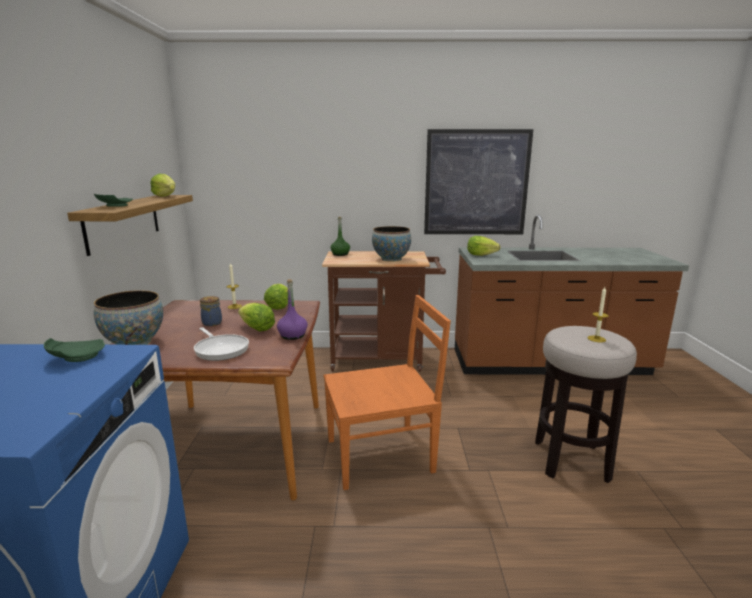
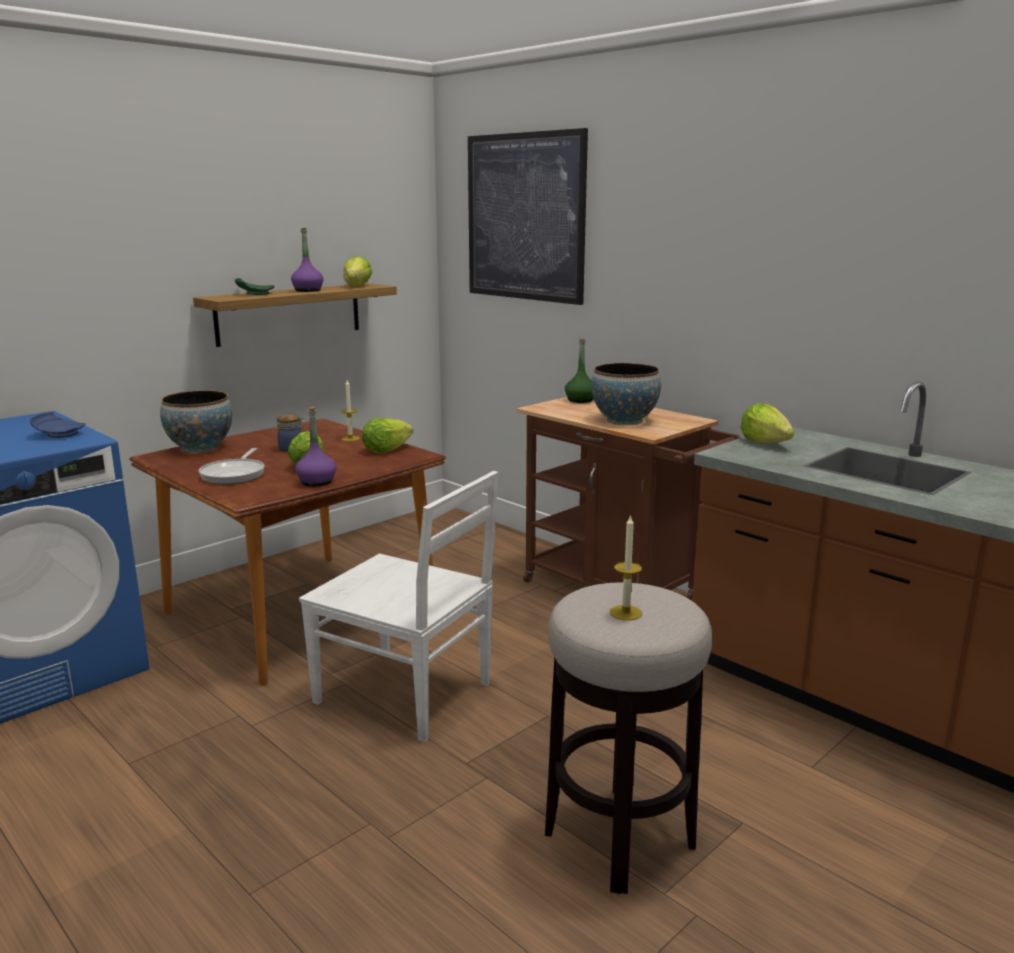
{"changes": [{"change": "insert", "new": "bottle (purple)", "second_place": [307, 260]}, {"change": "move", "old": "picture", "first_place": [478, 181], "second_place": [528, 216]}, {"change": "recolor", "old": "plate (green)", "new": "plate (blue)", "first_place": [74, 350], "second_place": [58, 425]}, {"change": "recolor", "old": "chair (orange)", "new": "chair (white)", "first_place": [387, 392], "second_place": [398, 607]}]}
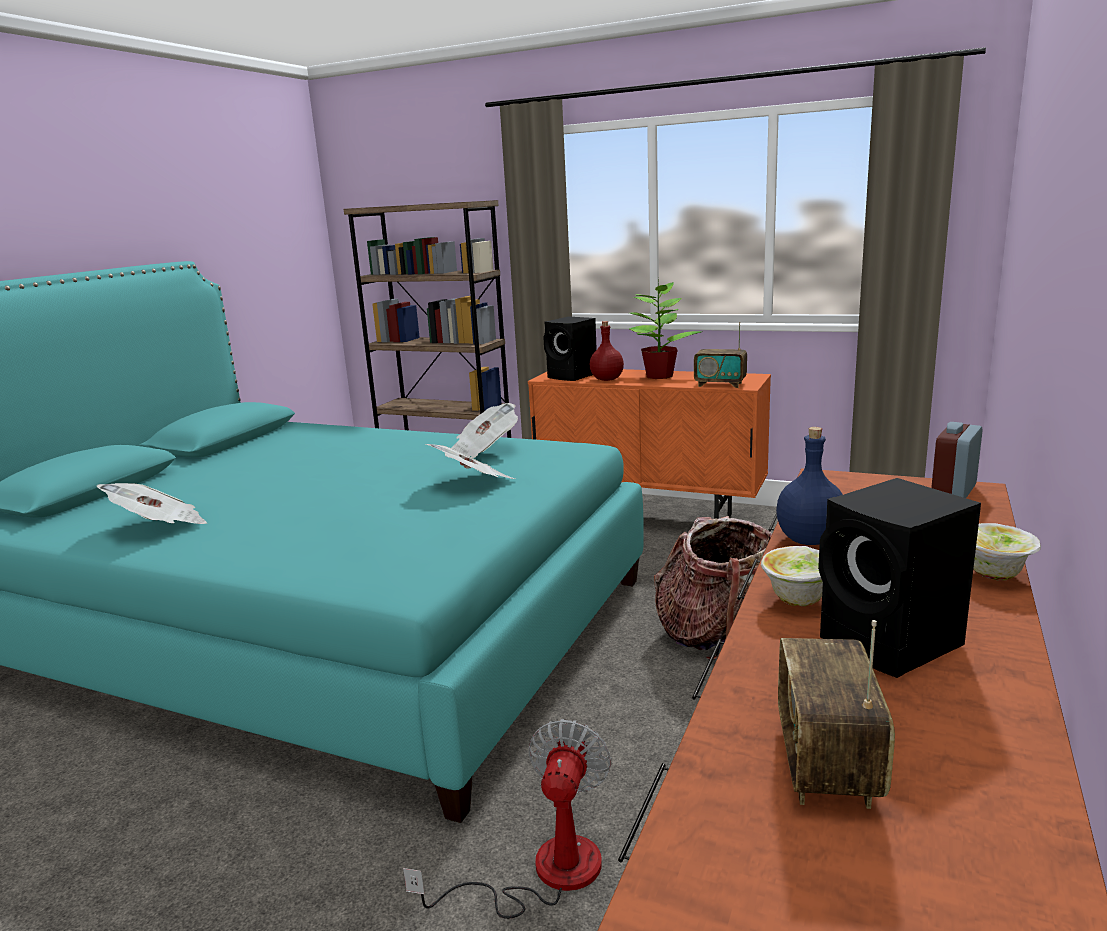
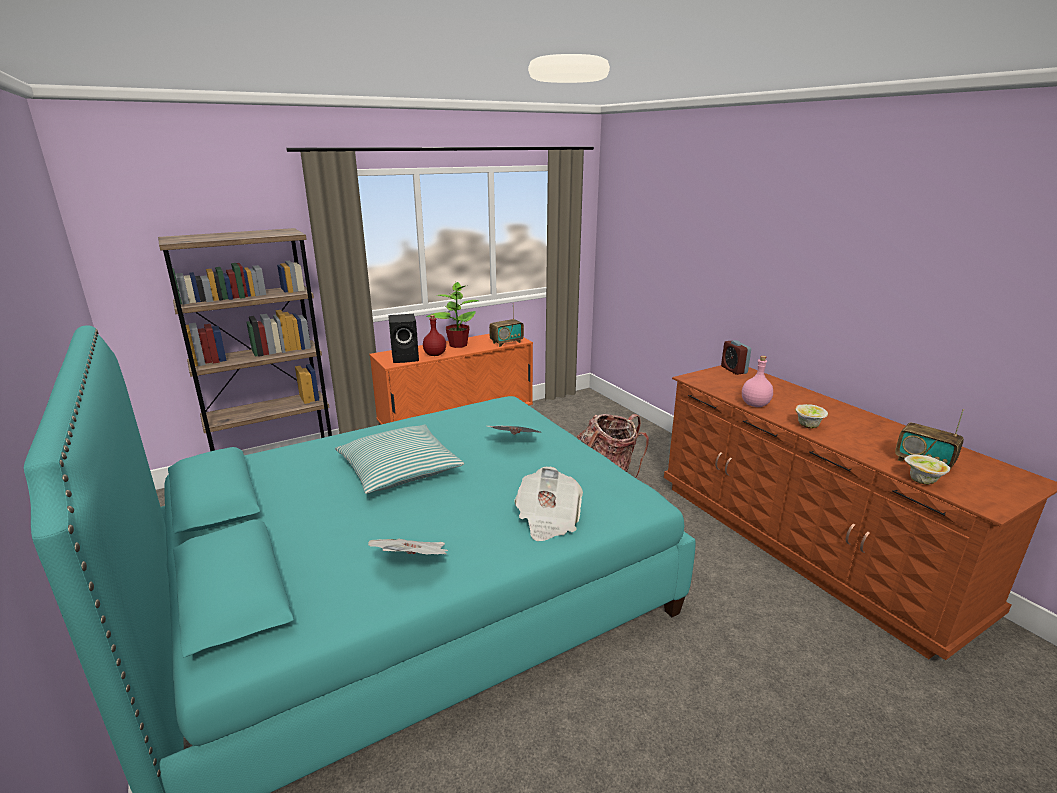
{"changes": [{"change": "delete", "old": "fan", "first_place": [507, 819]}, {"change": "delete", "old": "speaker (black)", "first_place": [899, 578]}, {"change": "insert", "new": "pillow", "second_place": [399, 459]}, {"change": "move", "old": "newspaper", "first_place": [481, 430], "second_place": [548, 504]}, {"change": "move", "old": "bowl", "first_place": [1007, 552], "second_place": [927, 469]}, {"change": "recolor", "old": "bottle (blue)", "new": "bottle (pink)", "first_place": [809, 486], "second_place": [757, 381]}]}
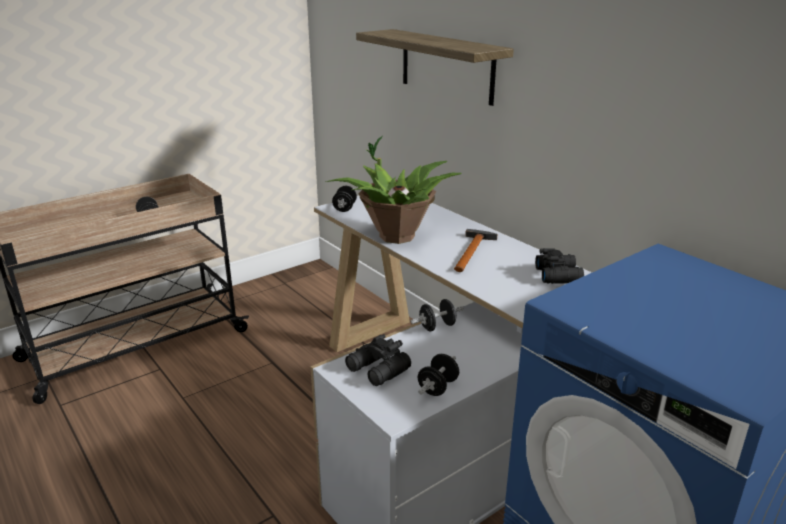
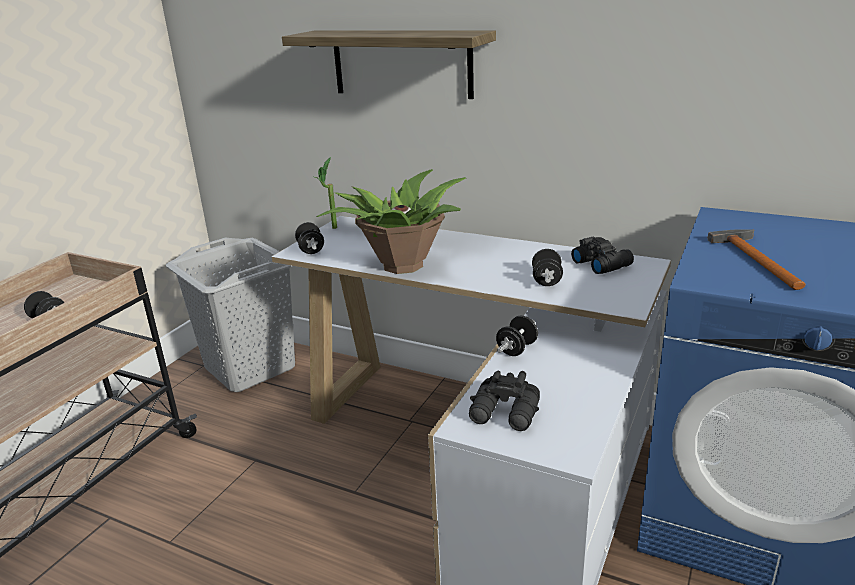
{"changes": [{"change": "insert", "new": "laundry basket (grey)", "second_place": [230, 315]}, {"change": "move", "old": "dumbbell (black)", "first_place": [438, 375], "second_place": [547, 267]}, {"change": "move", "old": "hammer", "first_place": [475, 250], "second_place": [757, 259]}]}
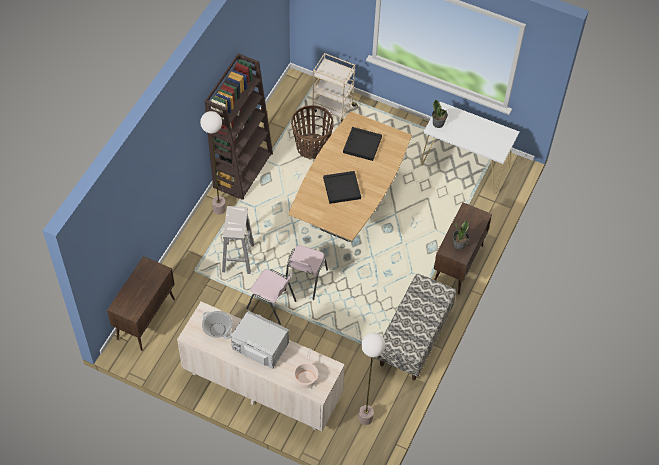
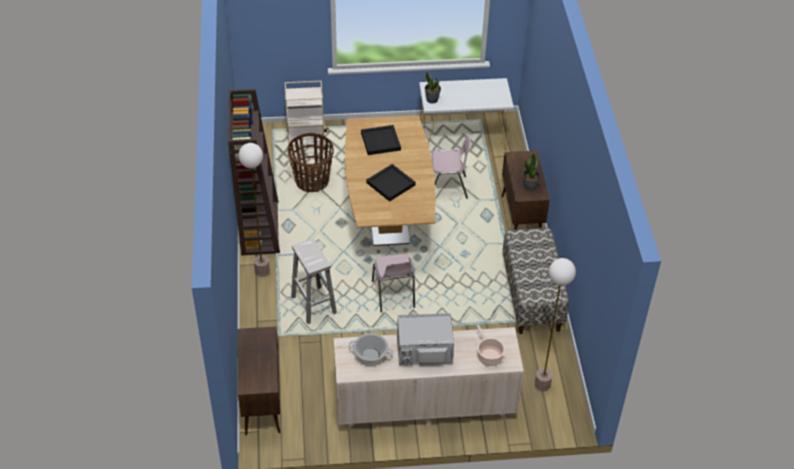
{"changes": [{"change": "move", "old": "chair (pink)", "first_place": [271, 297], "second_place": [451, 167]}]}
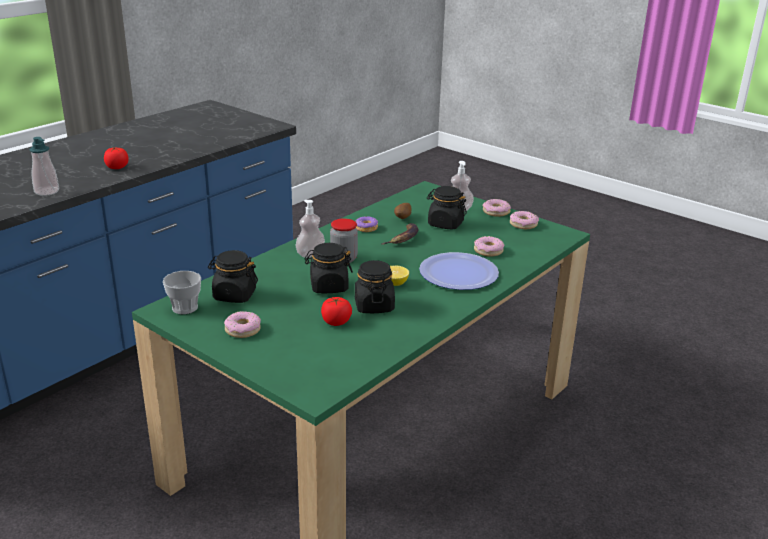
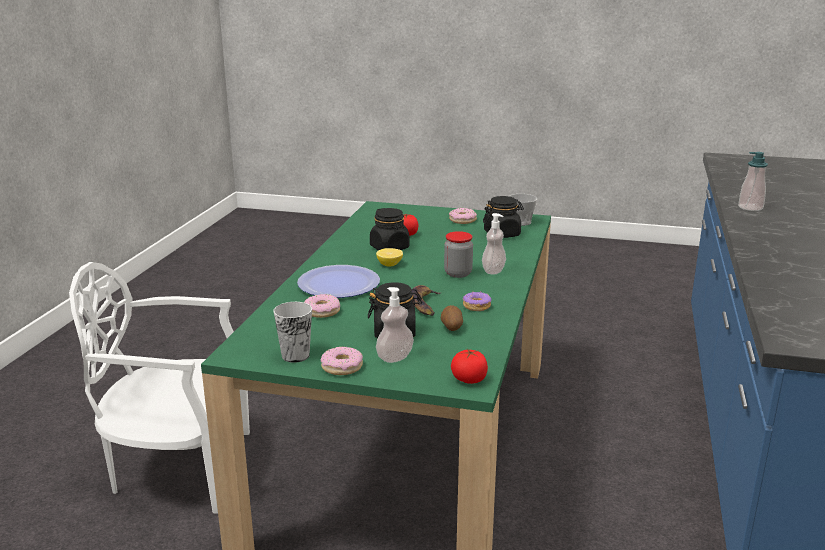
{"changes": [{"change": "delete", "old": "jar (black)", "first_place": [329, 268]}, {"change": "insert", "new": "chair (white)", "second_place": [159, 387]}, {"change": "move", "old": "tomato", "first_place": [116, 158], "second_place": [469, 366]}, {"change": "replace", "old": "donut", "new": "cup", "first_place": [524, 220], "second_place": [292, 332]}]}
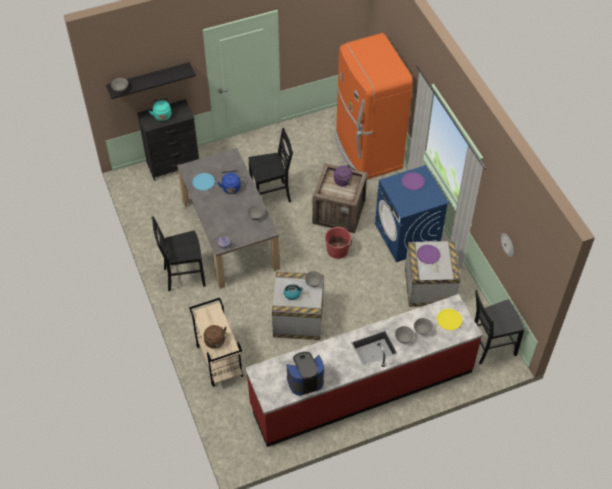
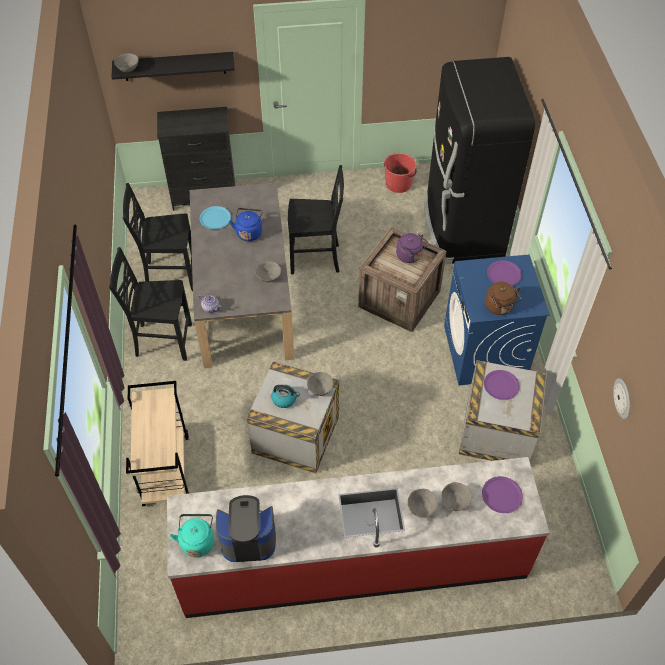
{"changes": [{"change": "move", "old": "kettle (turquoise)", "first_place": [160, 109], "second_place": [192, 535]}, {"change": "move", "old": "kettle (brown)", "first_place": [216, 337], "second_place": [503, 298]}, {"change": "move", "old": "bucket (red)", "first_place": [338, 243], "second_place": [400, 173]}, {"change": "move", "old": "chair (black)", "first_place": [500, 327], "second_place": [158, 237]}, {"change": "recolor", "old": "fridge (orange)", "new": "fridge (black)", "first_place": [373, 106], "second_place": [479, 160]}, {"change": "recolor", "old": "plate (yellow)", "new": "plate (purple)", "first_place": [449, 319], "second_place": [502, 494]}]}
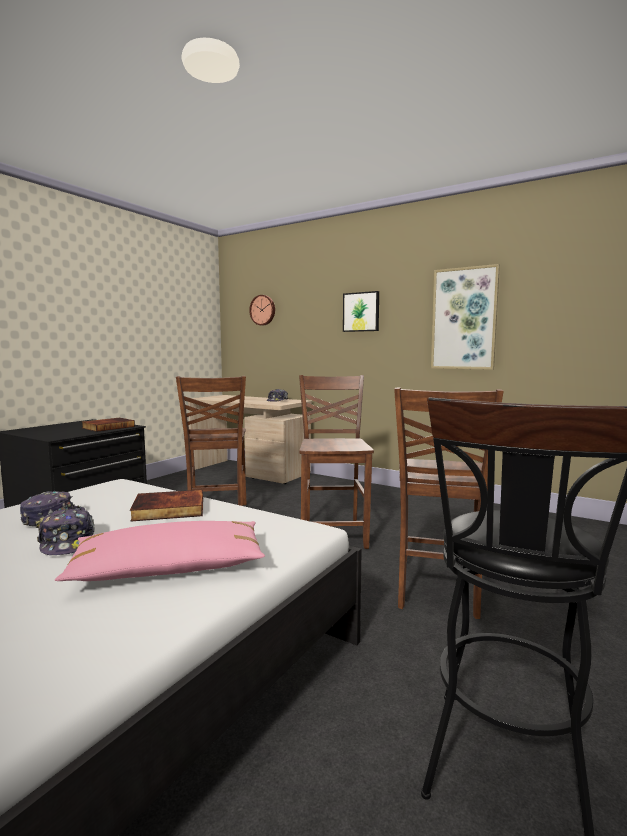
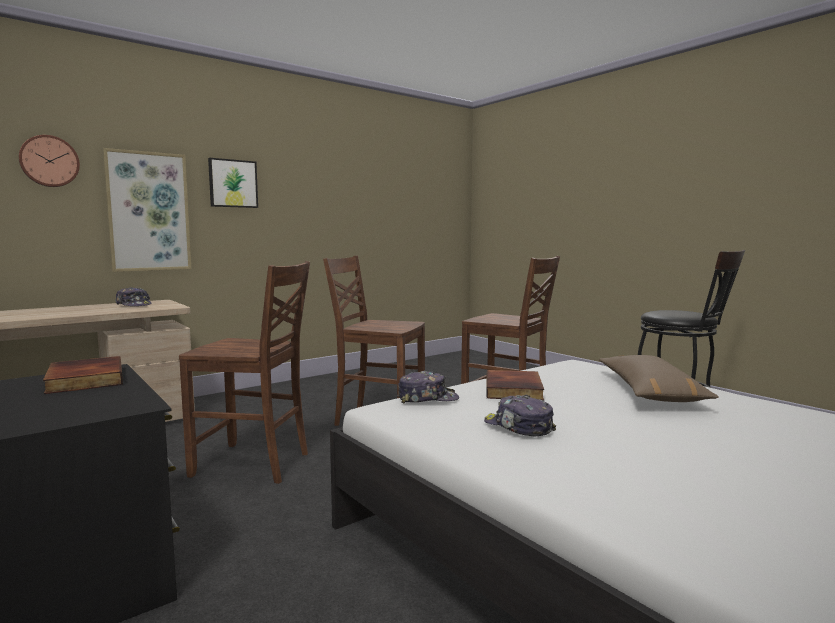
{"changes": [{"change": "move", "old": "cap", "first_place": [66, 531], "second_place": [428, 387]}, {"change": "move", "old": "picture", "first_place": [465, 317], "second_place": [147, 210]}, {"change": "recolor", "old": "pillow (pink)", "new": "pillow (brown)", "first_place": [160, 551], "second_place": [659, 378]}]}
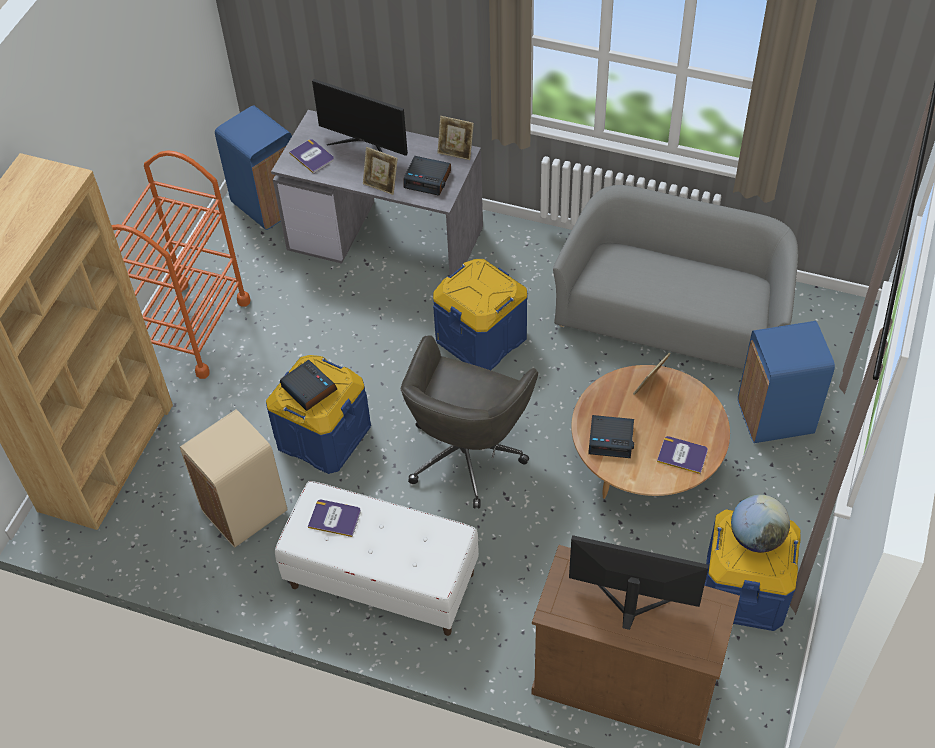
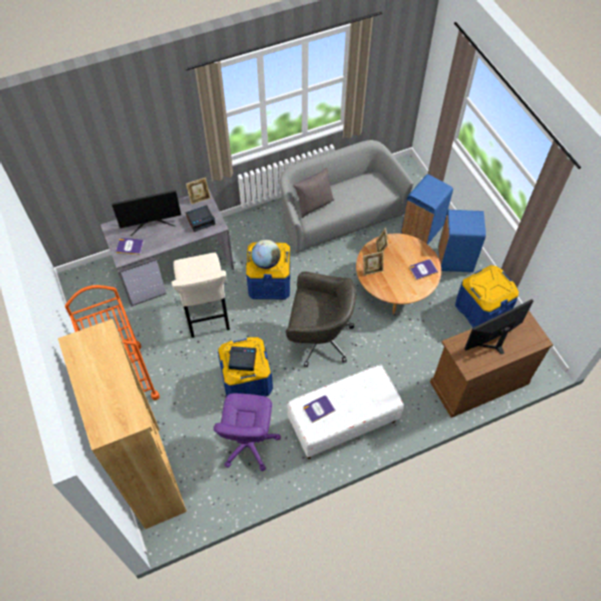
{"changes": [{"change": "delete", "old": "alarm clock", "first_place": [611, 436]}, {"change": "insert", "new": "stool (beige)", "second_place": [200, 295]}, {"change": "insert", "new": "pillow (grey)", "second_place": [313, 193]}, {"change": "move", "old": "trash can (blue)", "first_place": [253, 168], "second_place": [462, 241]}, {"change": "move", "old": "picture frame", "first_place": [380, 171], "second_place": [373, 263]}, {"change": "move", "old": "globe", "first_place": [760, 523], "second_place": [266, 254]}, {"change": "replace", "old": "trash can (beige)", "new": "office chair (purple)", "first_place": [233, 478], "second_place": [247, 432]}, {"change": "rotate", "old": "office chair (grey)", "first_place": [469, 422], "second_place": [321, 319], "degrees": -60}]}
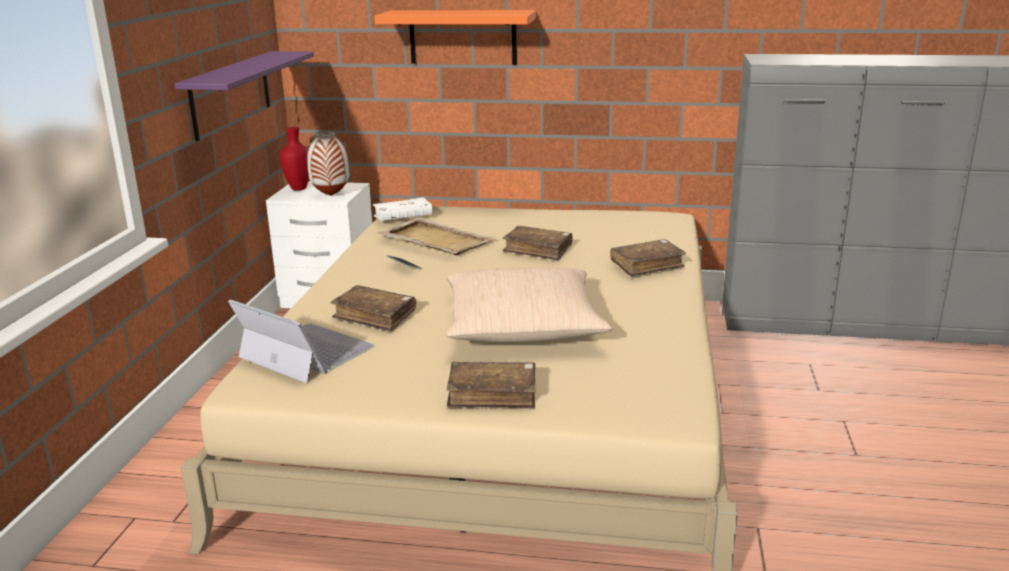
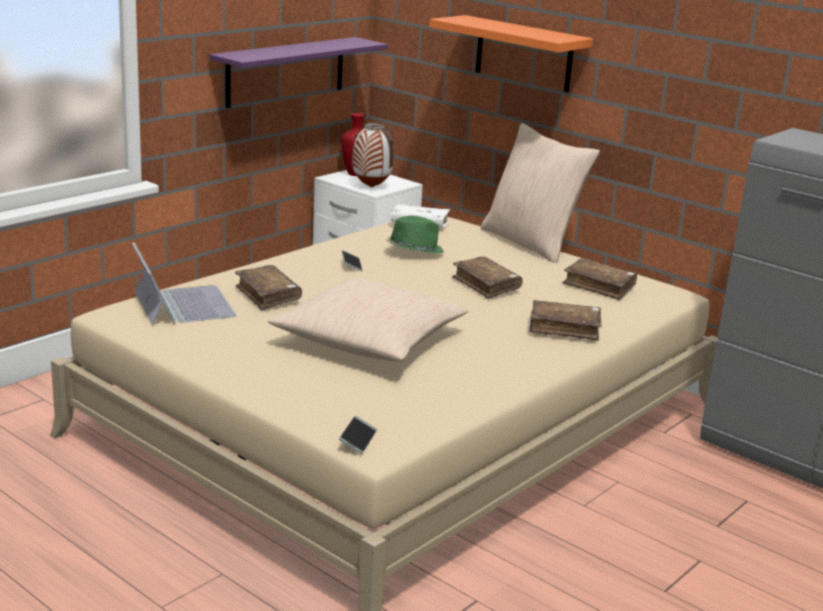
{"changes": [{"change": "insert", "new": "phone", "second_place": [358, 435]}, {"change": "insert", "new": "pillow (beige)", "second_place": [540, 193]}, {"change": "move", "old": "book (brown)", "first_place": [491, 385], "second_place": [600, 279]}, {"change": "replace", "old": "tray (beige)", "new": "hat (green)", "first_place": [437, 236], "second_place": [415, 235]}]}
